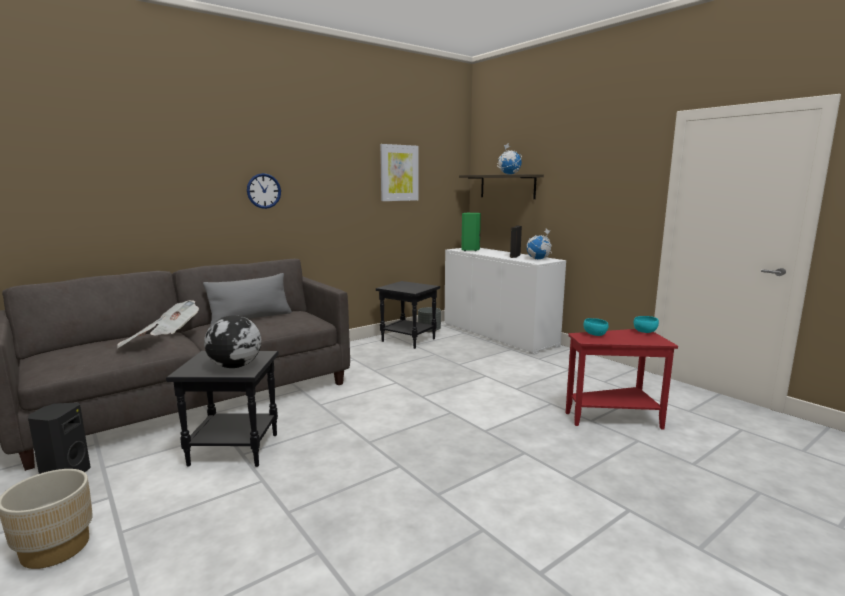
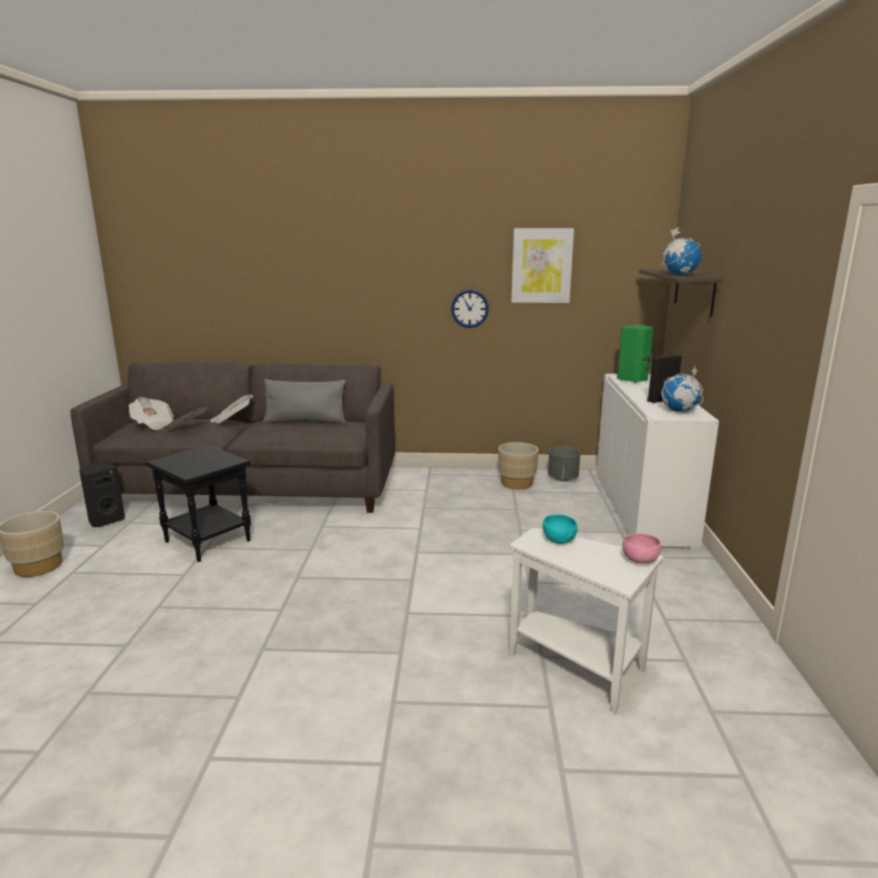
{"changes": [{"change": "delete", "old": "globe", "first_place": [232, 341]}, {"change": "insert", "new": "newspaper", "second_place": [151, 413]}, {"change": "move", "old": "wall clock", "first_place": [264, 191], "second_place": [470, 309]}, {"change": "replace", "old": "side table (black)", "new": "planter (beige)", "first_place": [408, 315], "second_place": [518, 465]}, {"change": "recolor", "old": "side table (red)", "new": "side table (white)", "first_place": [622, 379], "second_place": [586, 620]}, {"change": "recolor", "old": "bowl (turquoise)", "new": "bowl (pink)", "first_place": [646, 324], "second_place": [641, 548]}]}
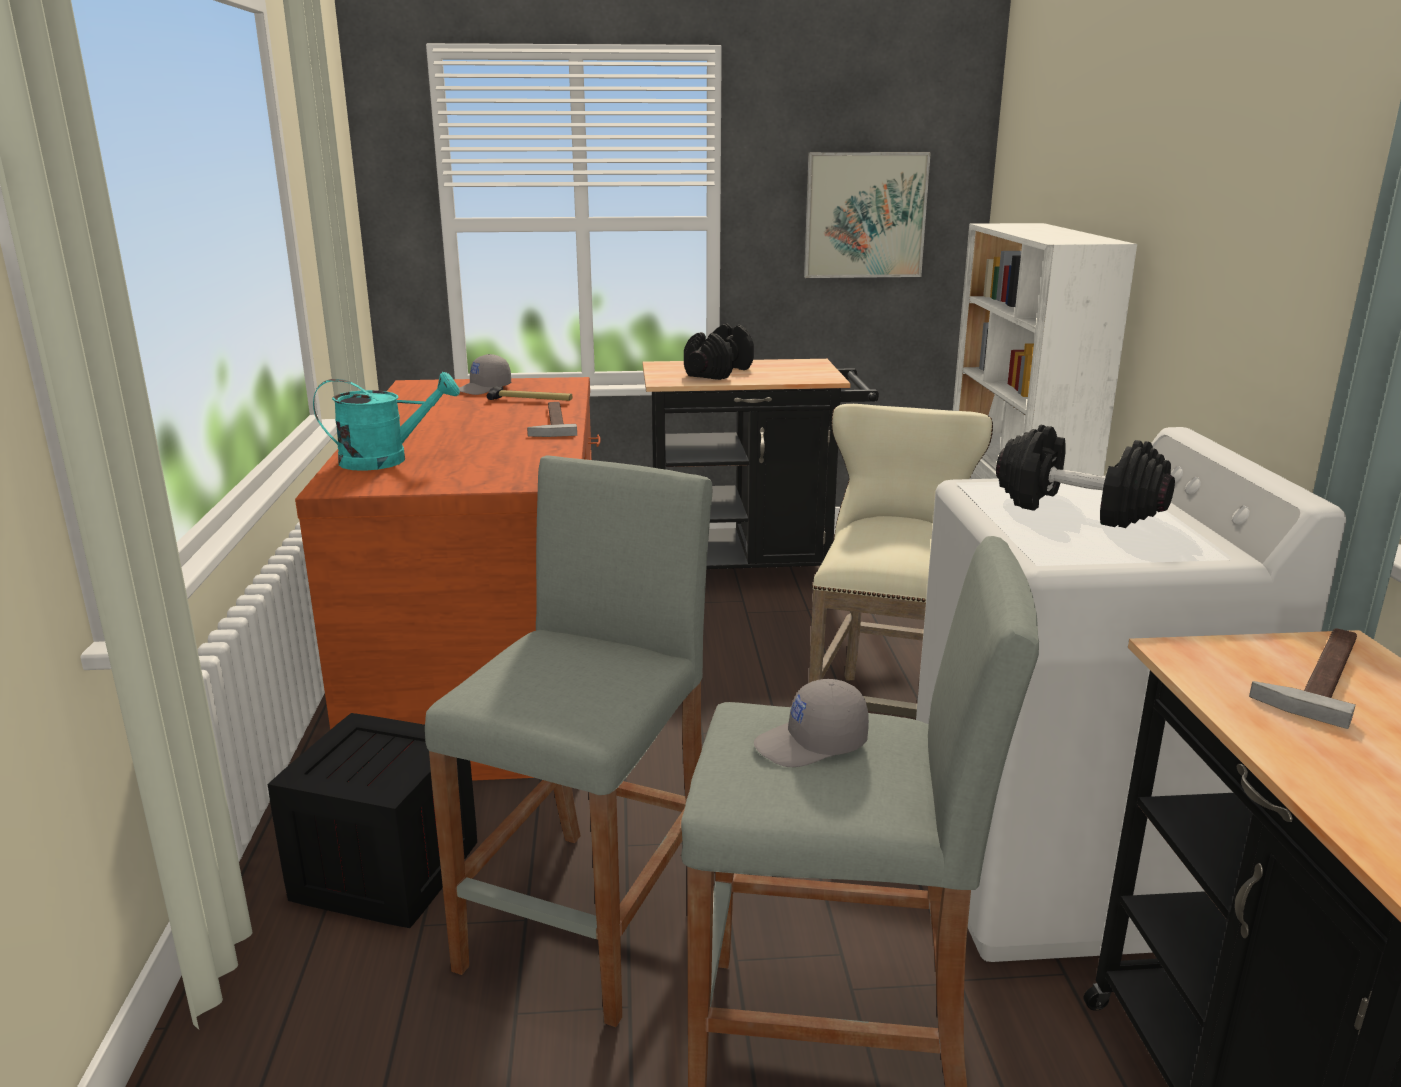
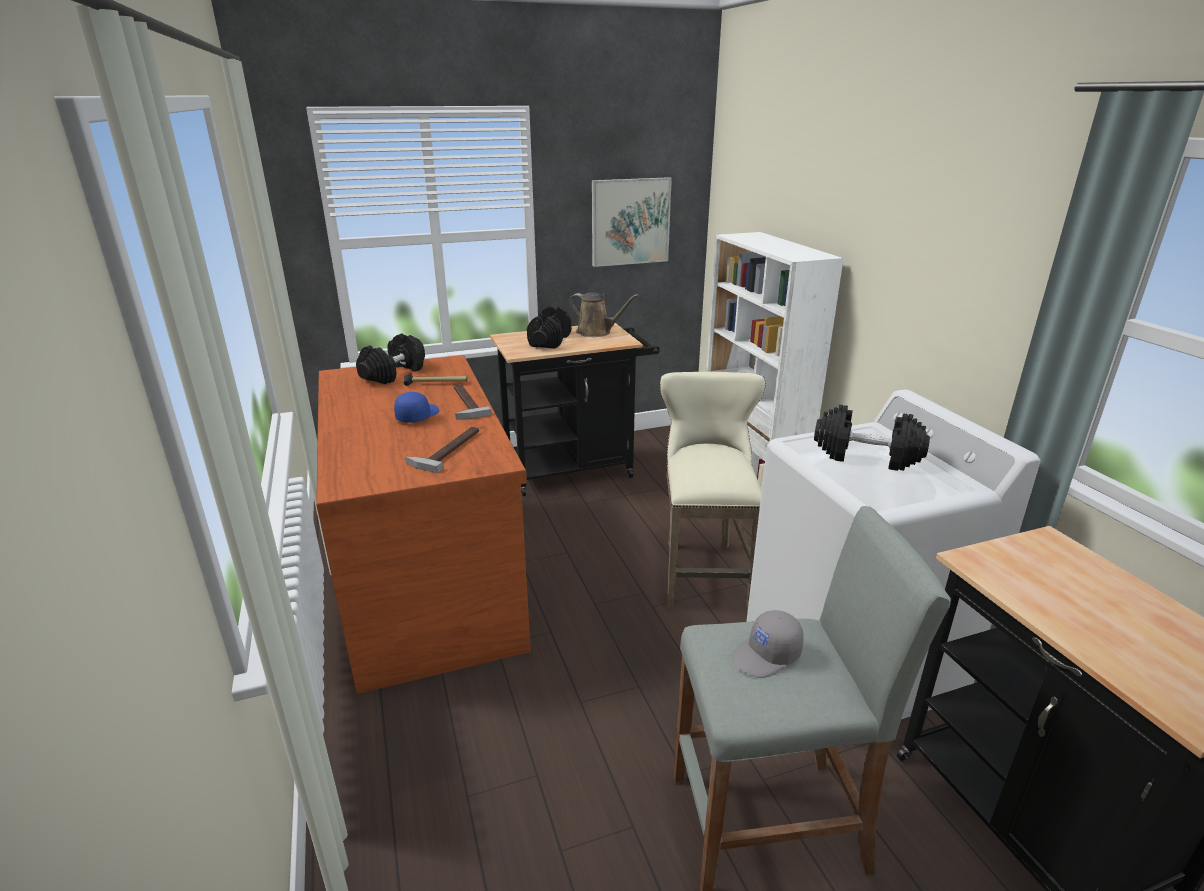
{"changes": [{"change": "delete", "old": "crate", "first_place": [372, 820]}, {"change": "delete", "old": "watering can (turquoise)", "first_place": [386, 421]}, {"change": "delete", "old": "stool (grey)", "first_place": [568, 741]}, {"change": "insert", "new": "cap (blue)", "second_place": [416, 407]}, {"change": "insert", "new": "watering can (brown)", "second_place": [604, 314]}, {"change": "move", "old": "hammer", "first_place": [1303, 678], "second_place": [442, 450]}, {"change": "replace", "old": "cap (grey)", "new": "dumbbell (black)", "first_place": [485, 374], "second_place": [390, 358]}]}
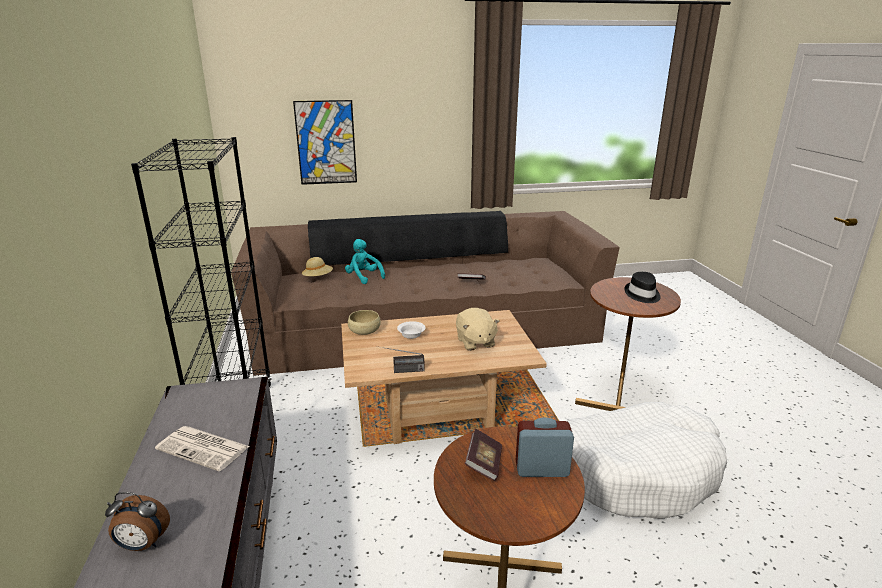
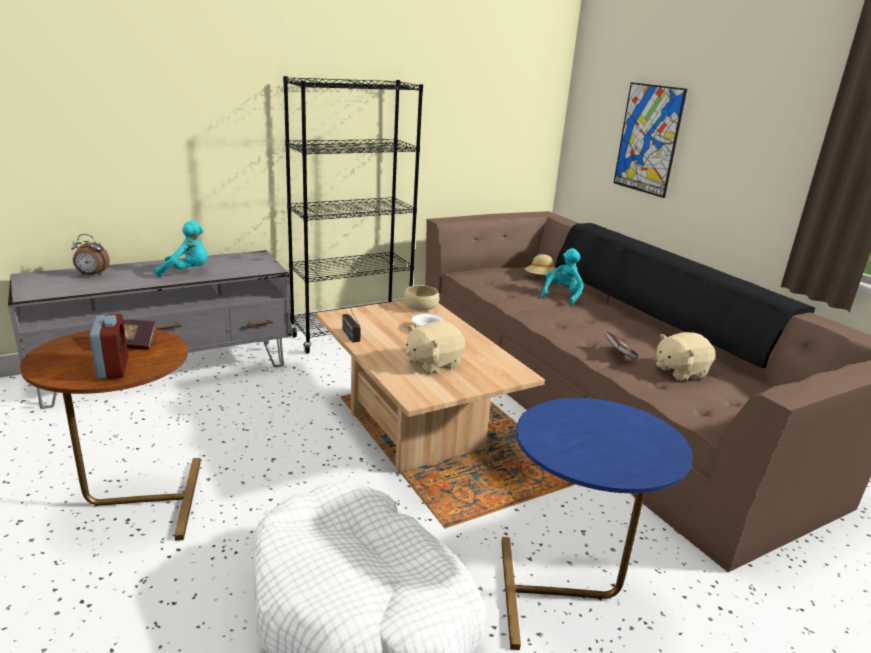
{"changes": [{"change": "delete", "old": "hat (black)", "first_place": [643, 287]}, {"change": "insert", "new": "plush toy (beige)", "second_place": [685, 356]}, {"change": "replace", "old": "newspaper", "new": "plush toy (turquoise)", "first_place": [202, 448], "second_place": [181, 248]}, {"change": "recolor", "old": "side table (brown)", "new": "side table (blue)", "first_place": [628, 344], "second_place": [597, 524]}, {"change": "rotate", "old": "alarm clock", "first_place": [137, 521], "second_place": [90, 255], "degrees": -75}]}
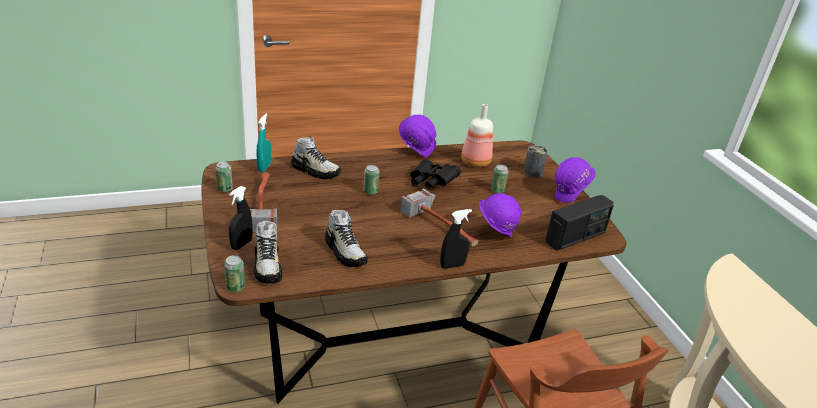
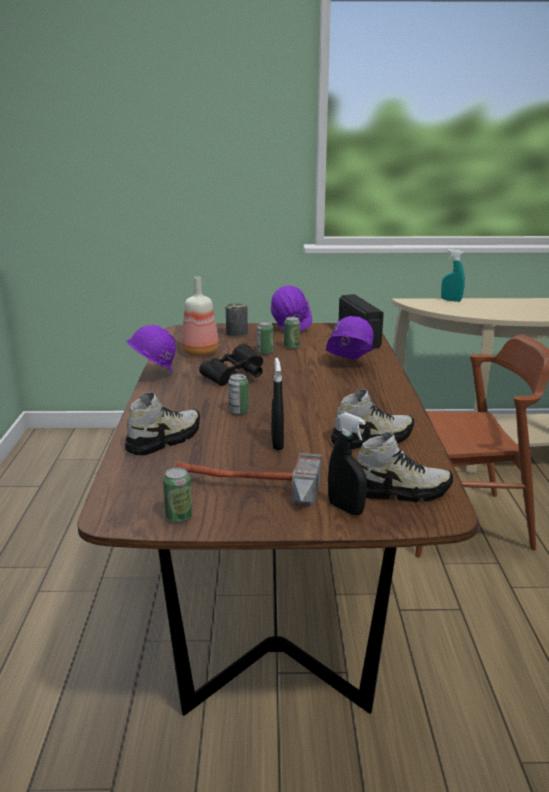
{"changes": [{"change": "delete", "old": "hammer", "first_place": [439, 217]}, {"change": "move", "old": "can", "first_place": [234, 273], "second_place": [292, 333]}, {"change": "move", "old": "spray bottle (turquoise)", "first_place": [263, 143], "second_place": [453, 275]}, {"change": "move", "old": "spray bottle (black)", "first_place": [456, 239], "second_place": [277, 404]}]}
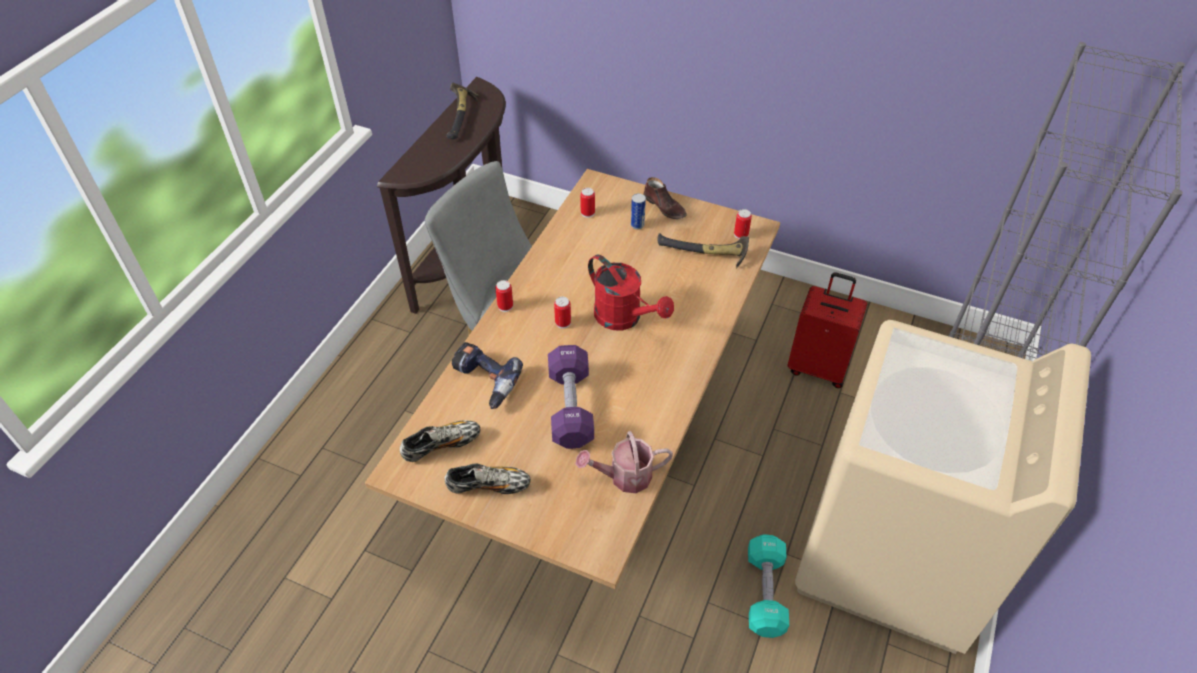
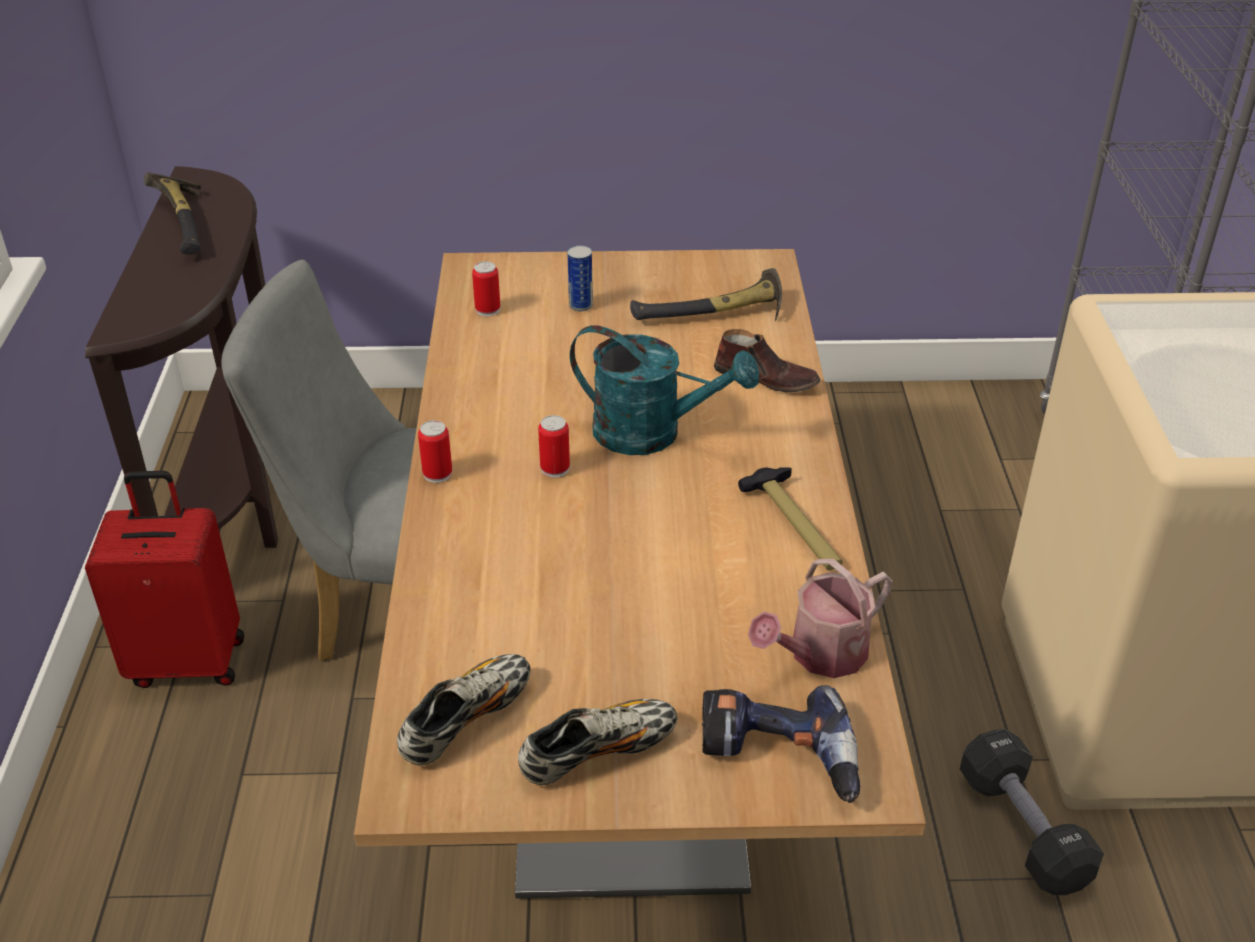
{"changes": [{"change": "delete", "old": "dumbbell (purple)", "first_place": [571, 397]}, {"change": "delete", "old": "can", "first_place": [743, 224]}, {"change": "insert", "new": "hammer", "second_place": [790, 518]}, {"change": "move", "old": "power drill", "first_place": [487, 375], "second_place": [781, 744]}, {"change": "move", "old": "shoe (brown)", "first_place": [665, 198], "second_place": [767, 360]}, {"change": "move", "old": "suitcase (red)", "first_place": [827, 330], "second_place": [164, 579]}, {"change": "recolor", "old": "watering can (red)", "new": "watering can (turquoise)", "first_place": [631, 292], "second_place": [664, 390]}, {"change": "recolor", "old": "dumbbell (turquoise)", "new": "dumbbell (black)", "first_place": [768, 586], "second_place": [1032, 812]}]}
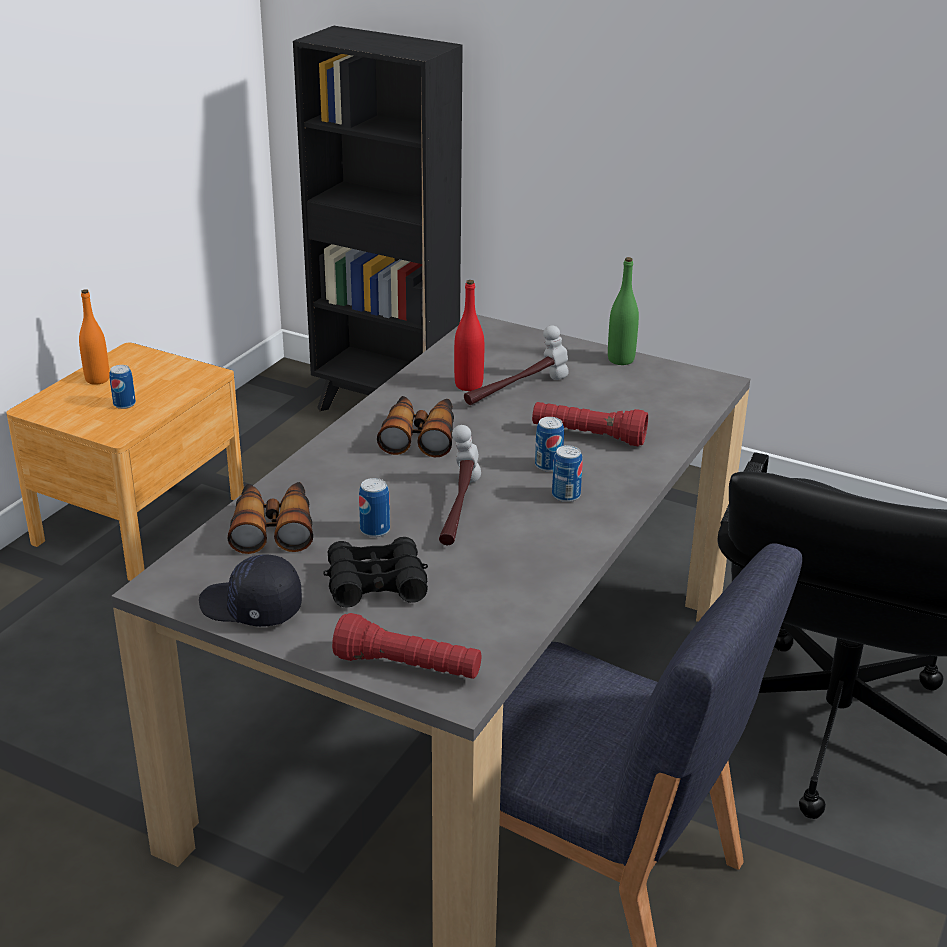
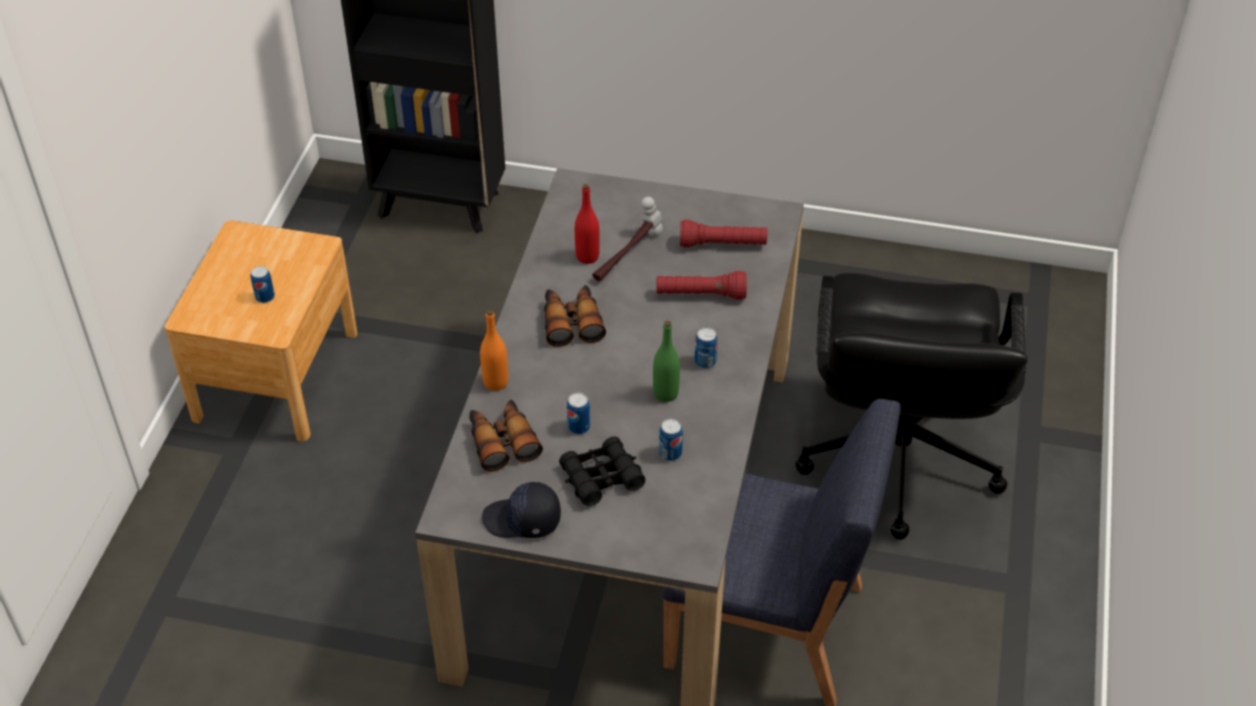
{"changes": [{"change": "delete", "old": "hammer", "first_place": [460, 485]}, {"change": "move", "old": "bottle (orange)", "first_place": [94, 337], "second_place": [494, 350]}, {"change": "move", "old": "flashlight (red)", "first_place": [406, 646], "second_place": [723, 234]}, {"change": "move", "old": "can", "first_place": [549, 444], "second_place": [671, 440]}, {"change": "move", "old": "bottle (green)", "first_place": [623, 311], "second_place": [666, 361]}]}
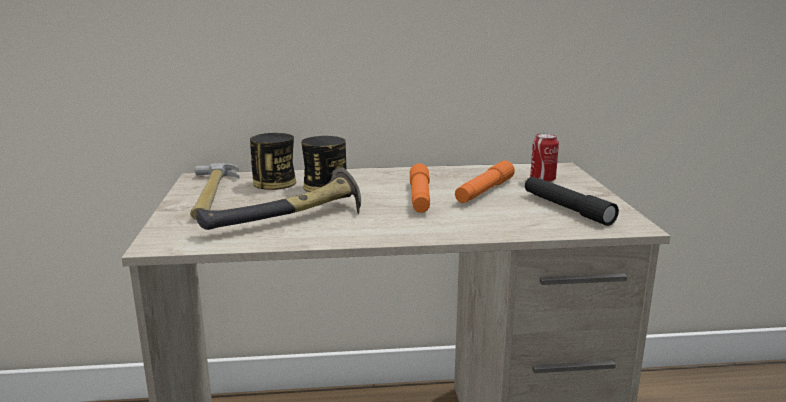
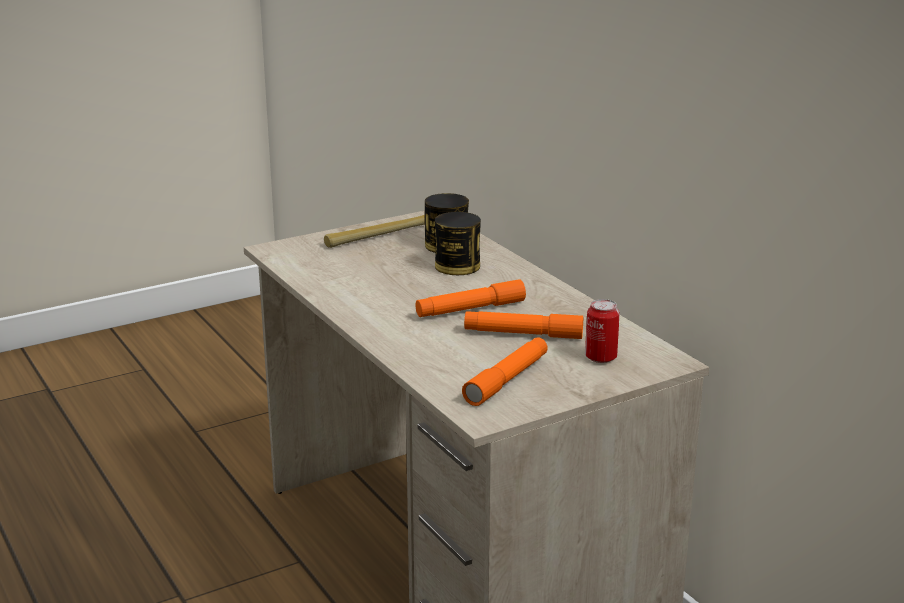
{"changes": [{"change": "delete", "old": "hammer", "first_place": [278, 198]}, {"change": "recolor", "old": "flashlight (black)", "new": "flashlight (orange)", "first_place": [572, 201], "second_place": [505, 371]}]}
